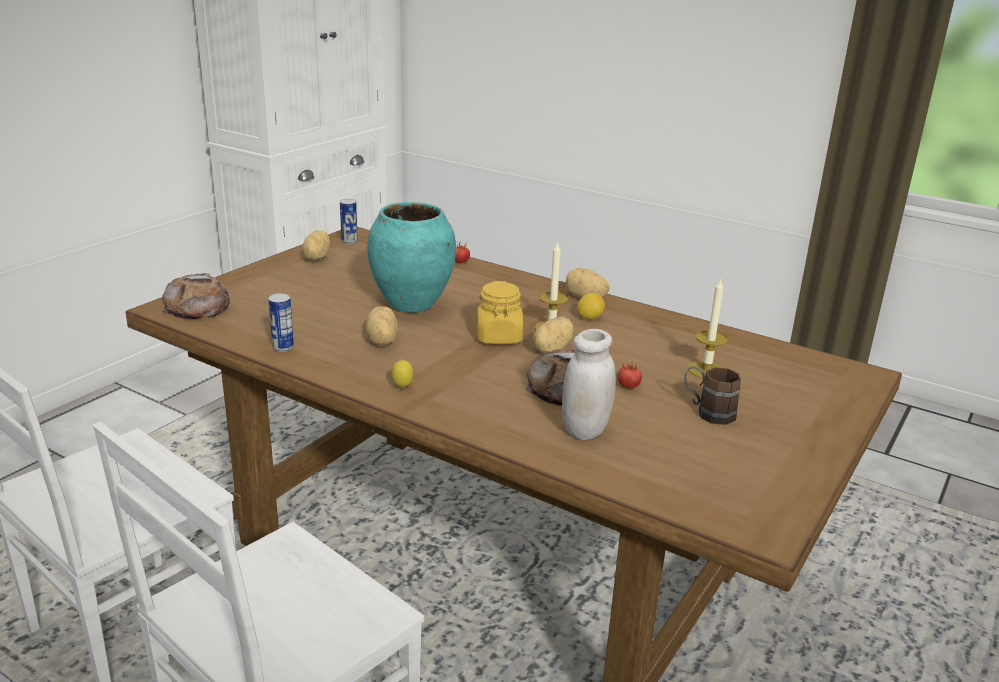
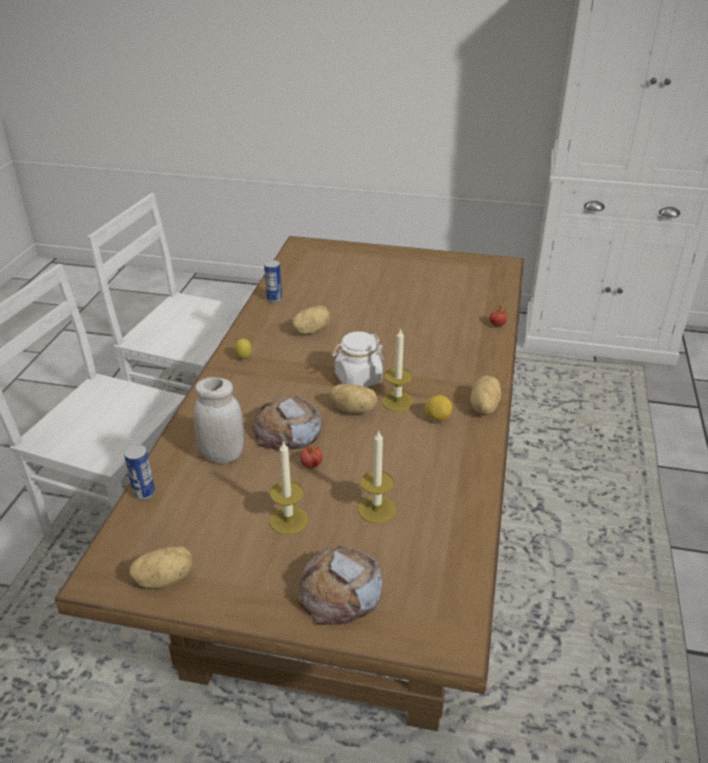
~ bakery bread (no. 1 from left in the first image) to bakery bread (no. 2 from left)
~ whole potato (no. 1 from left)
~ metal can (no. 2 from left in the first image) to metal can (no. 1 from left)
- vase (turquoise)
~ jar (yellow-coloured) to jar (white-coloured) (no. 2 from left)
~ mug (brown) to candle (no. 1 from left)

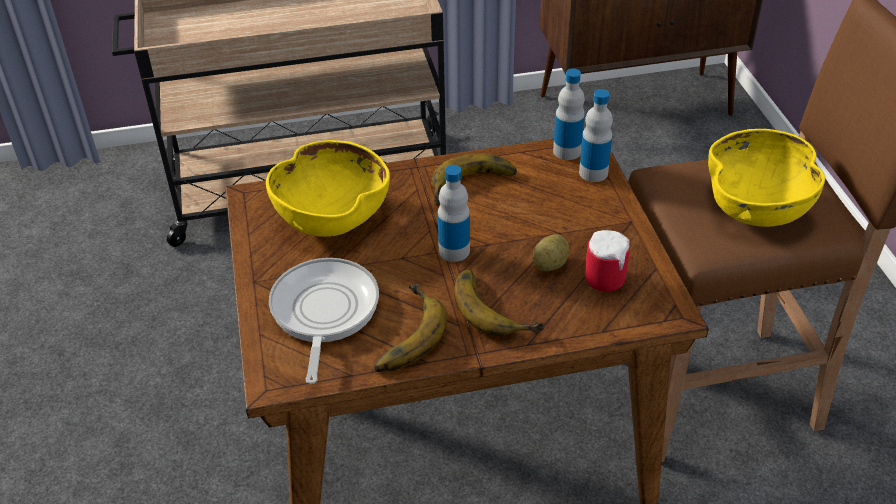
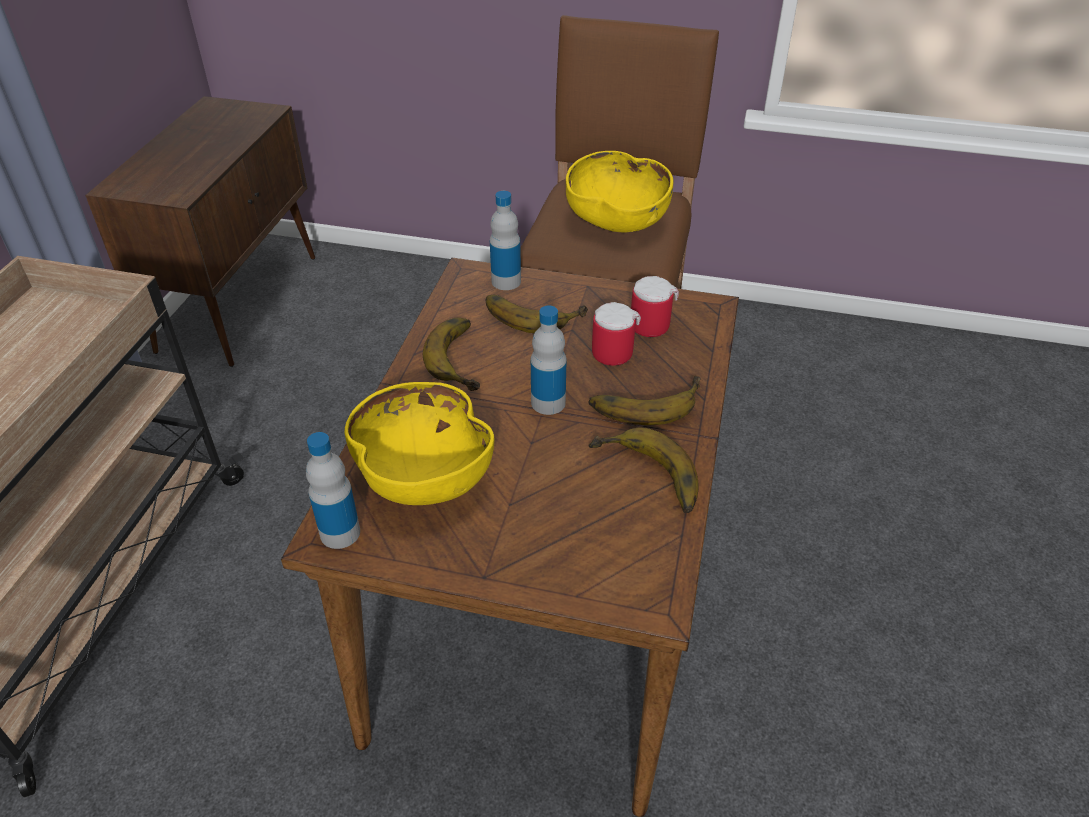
- frying pan
~ whole potato to mug (no. 1 from left)
~ beverage bottle (no. 2 from left in the first image) to beverage bottle (no. 1 from left)
+ banana (no. 2 from left)

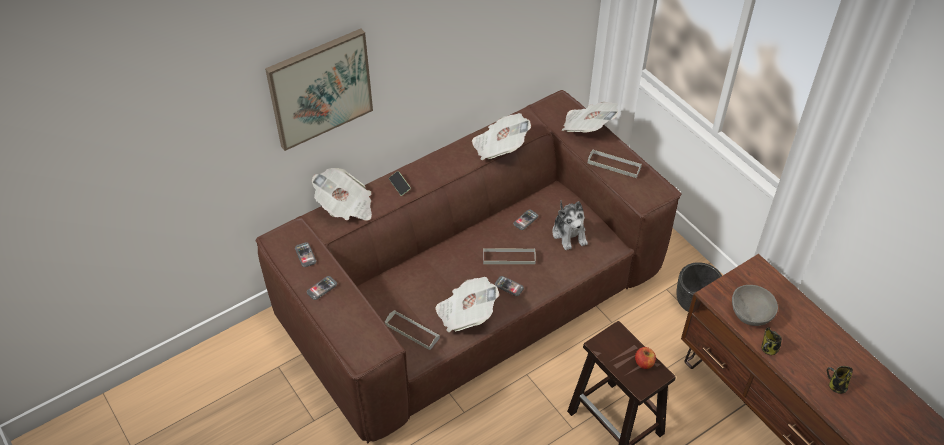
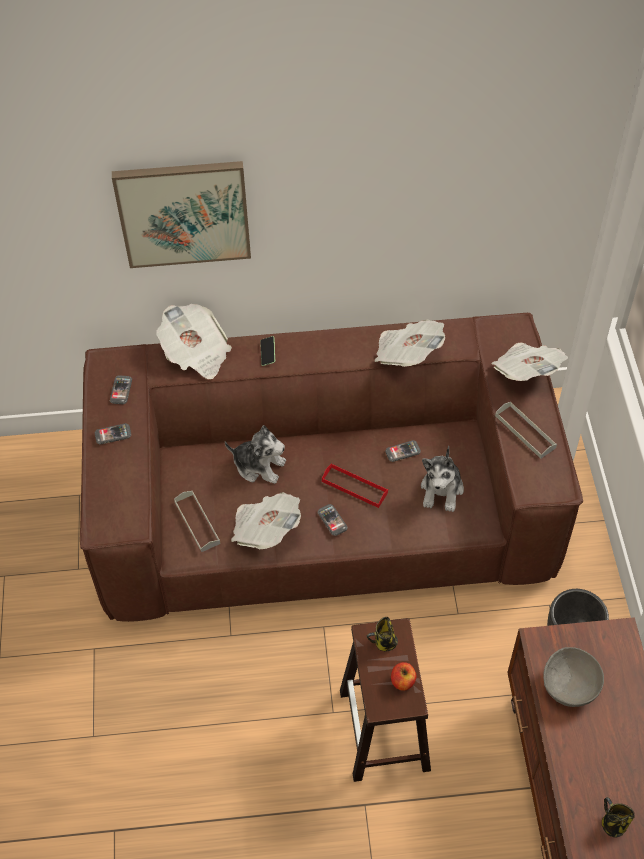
~ carrying tray (grey) (no. 2 from left) to carrying tray (red)
~ mug (no. 1 from left)
+ plush toy (no. 1 from left)

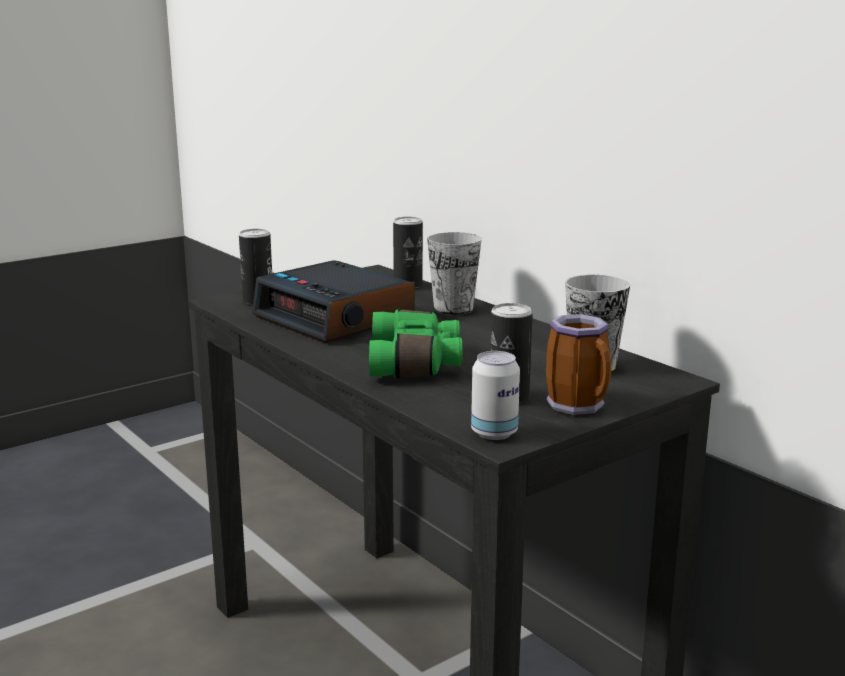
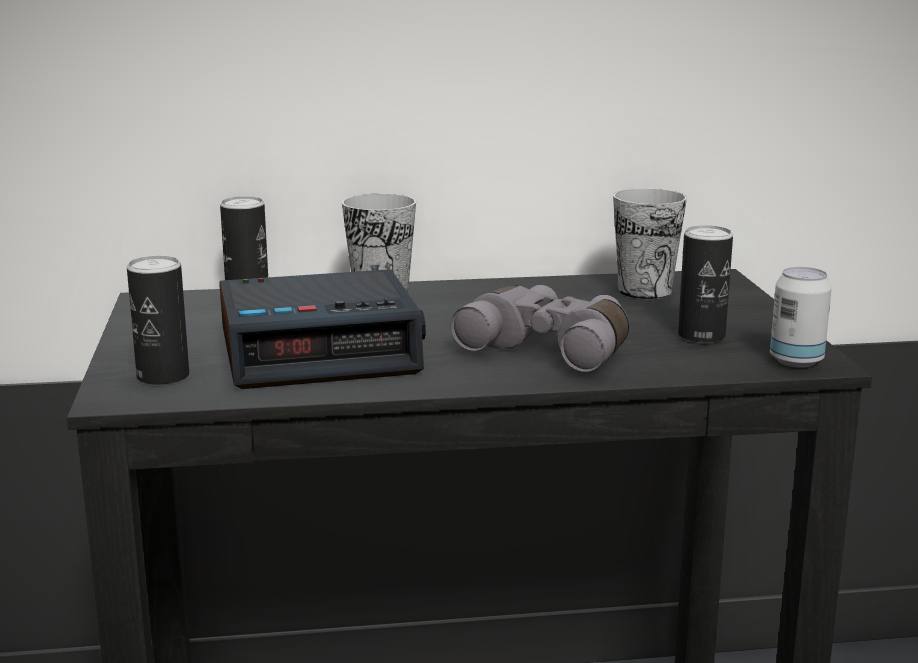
~ field glasses (green) to field glasses (grey)
- mug

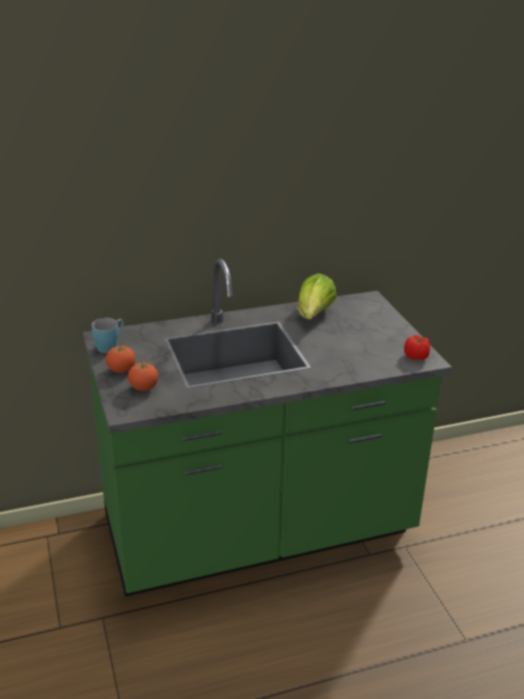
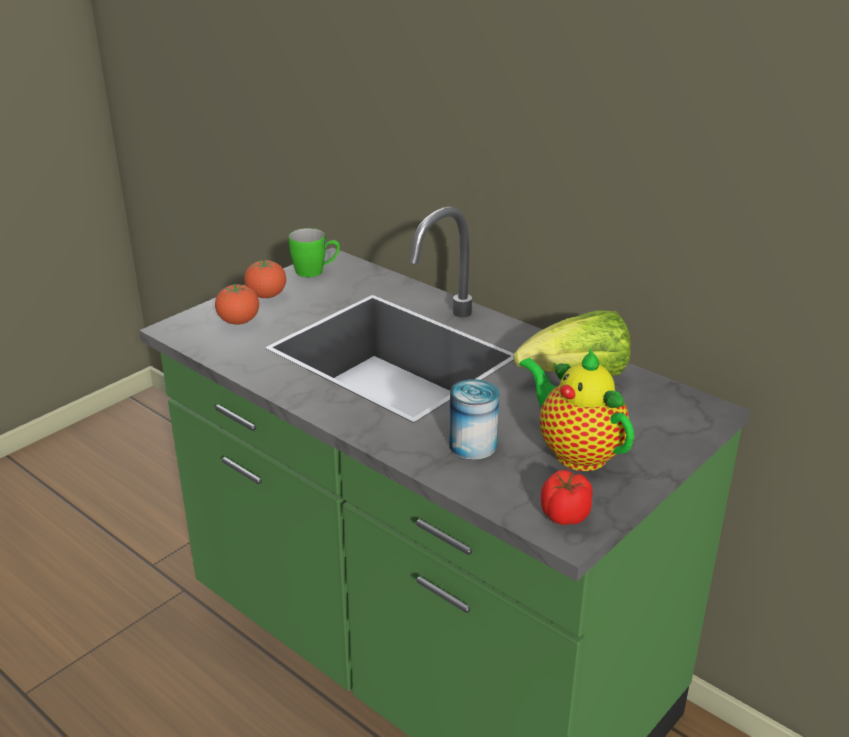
~ mug (bluish) to mug (green)
+ metal can
+ teapot

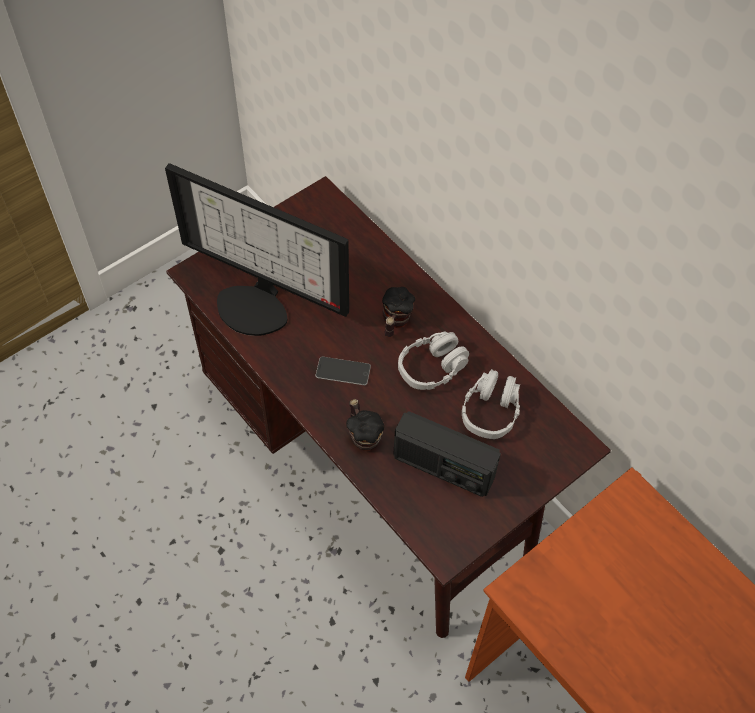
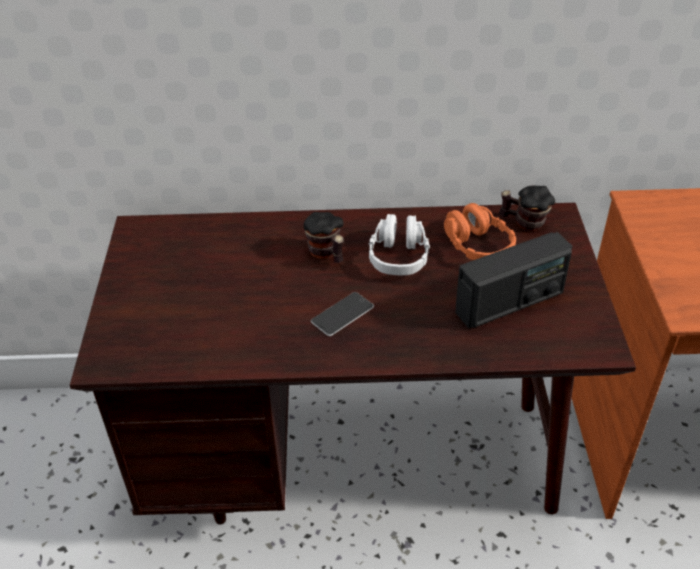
- monitor
~ mug (no. 1 from left in the first image) to mug (no. 2 from left)
~ headphones (grey) (no. 2 from left) to headphones (orangey)

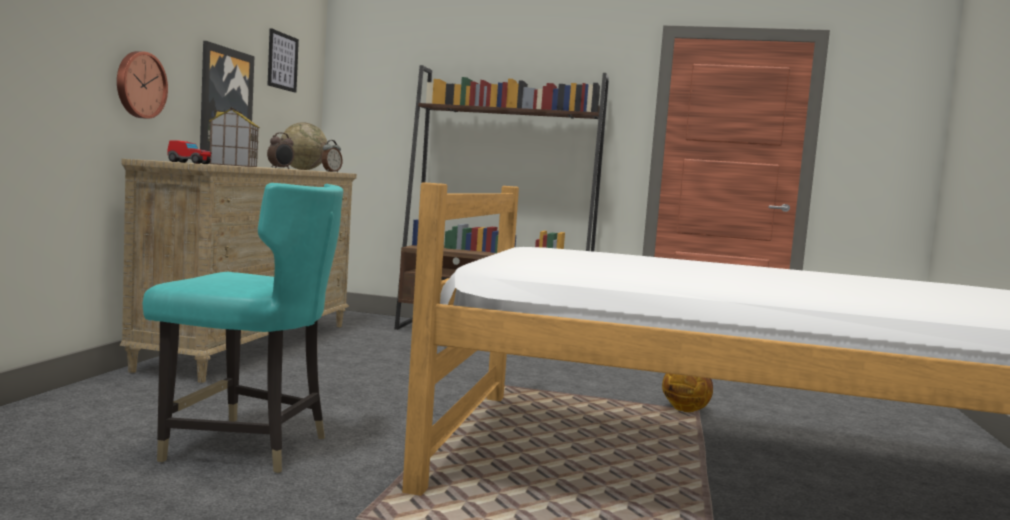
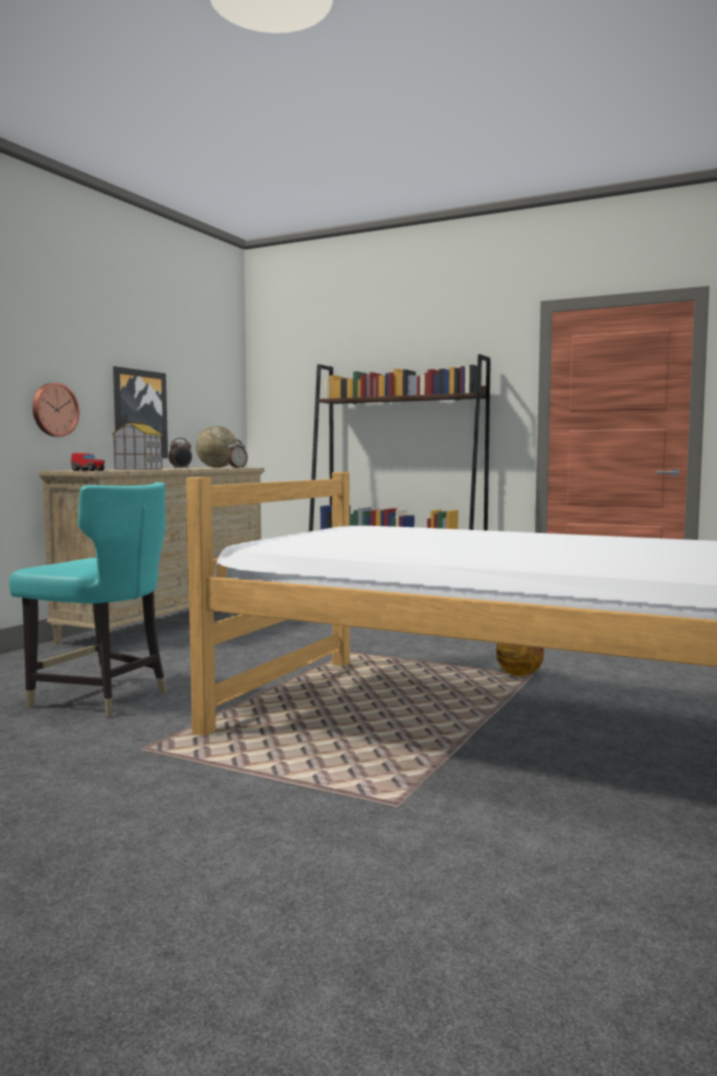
- wall picture (no. 2 from left)

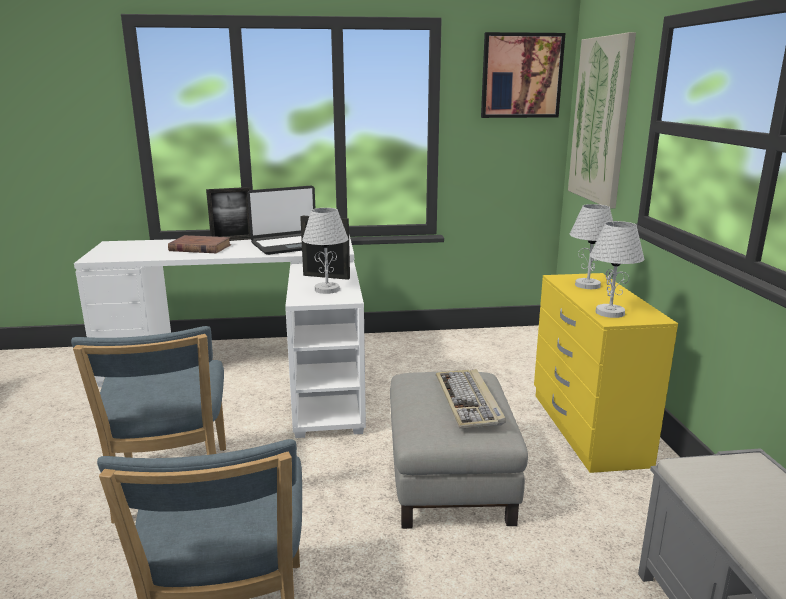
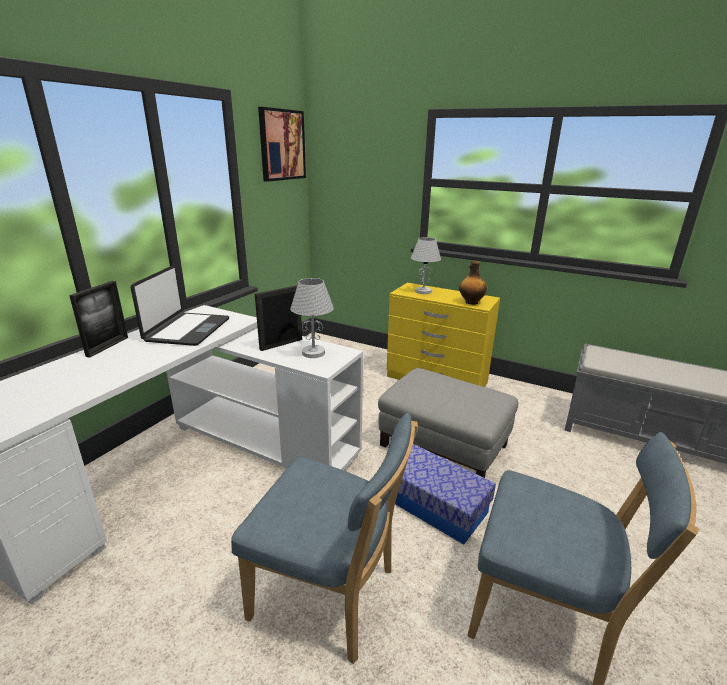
- book (brown)
- keyboard
- wall picture (no. 2 from left)
~ table lamp (white-coloured) (no. 3 from left) to beverage bottle
+ storage bin

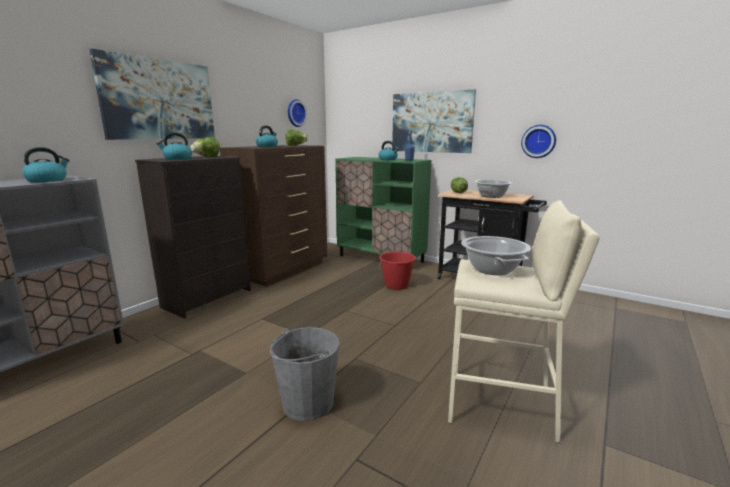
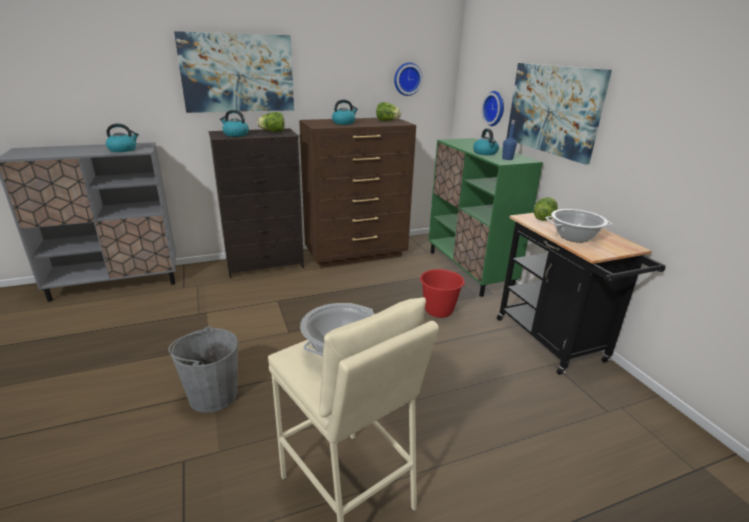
~ hanging clock (no. 2 from left)

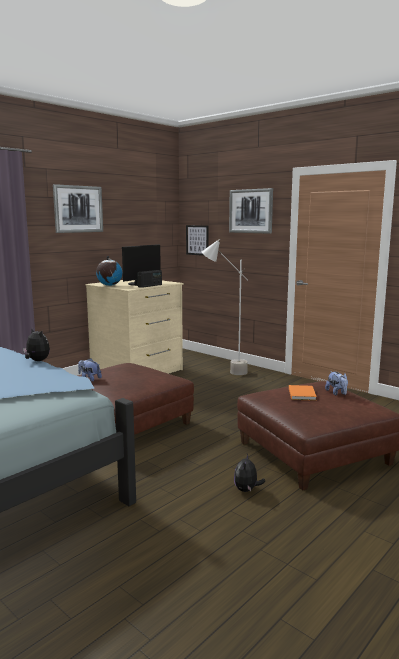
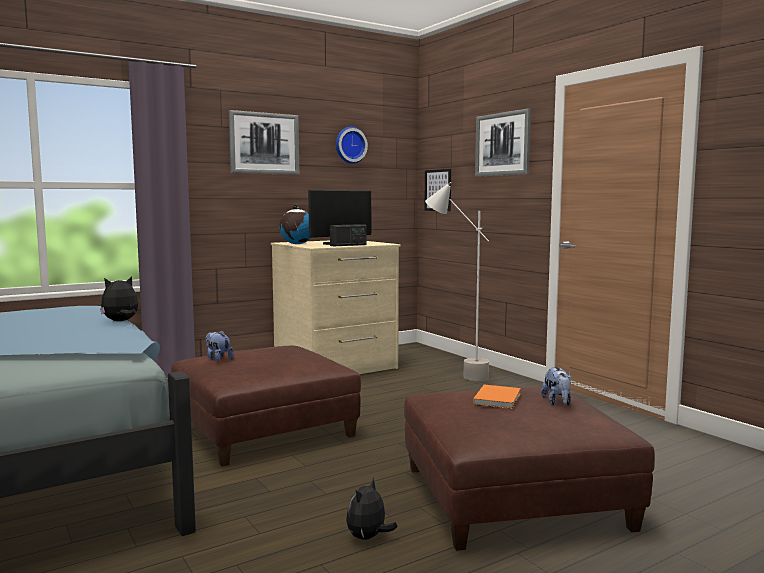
~ plush toy (no. 1 from left) 90 degrees counterclockwise
+ hanging clock

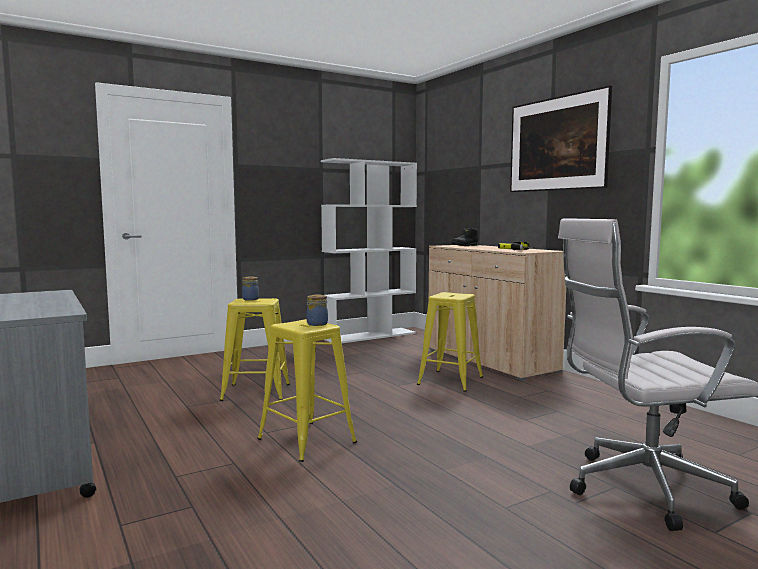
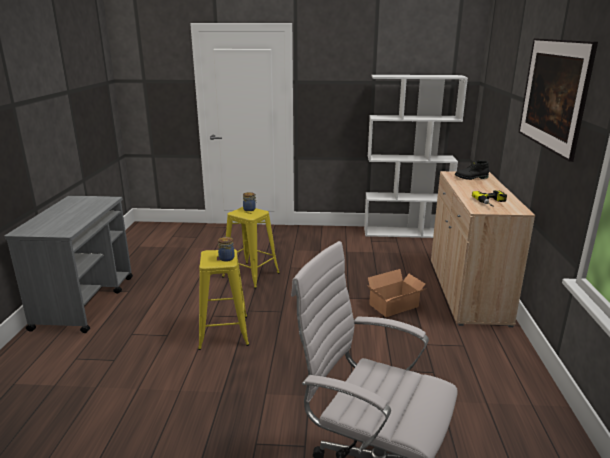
~ stool seat (yellow-coloured) (no. 3 from left) to cardboard box

